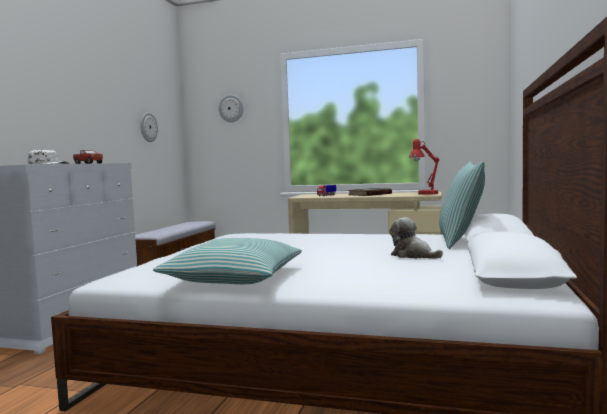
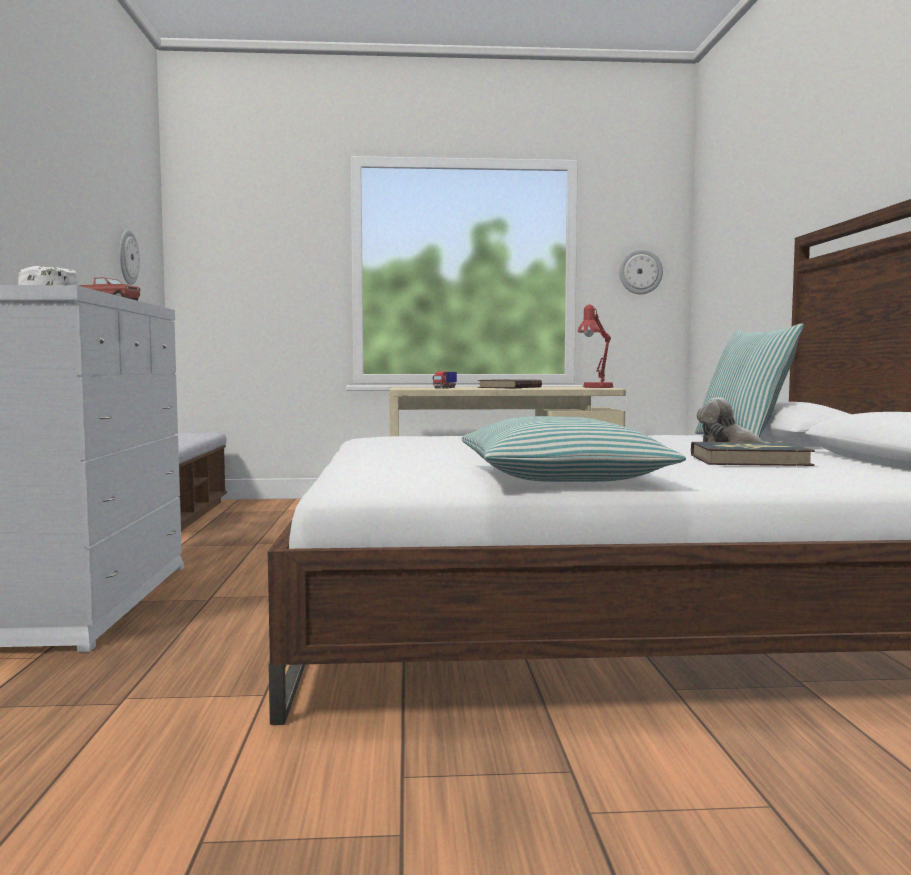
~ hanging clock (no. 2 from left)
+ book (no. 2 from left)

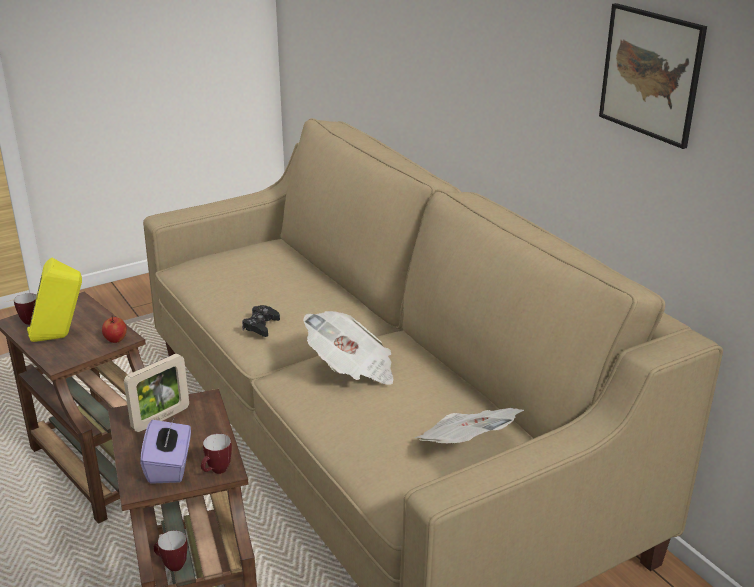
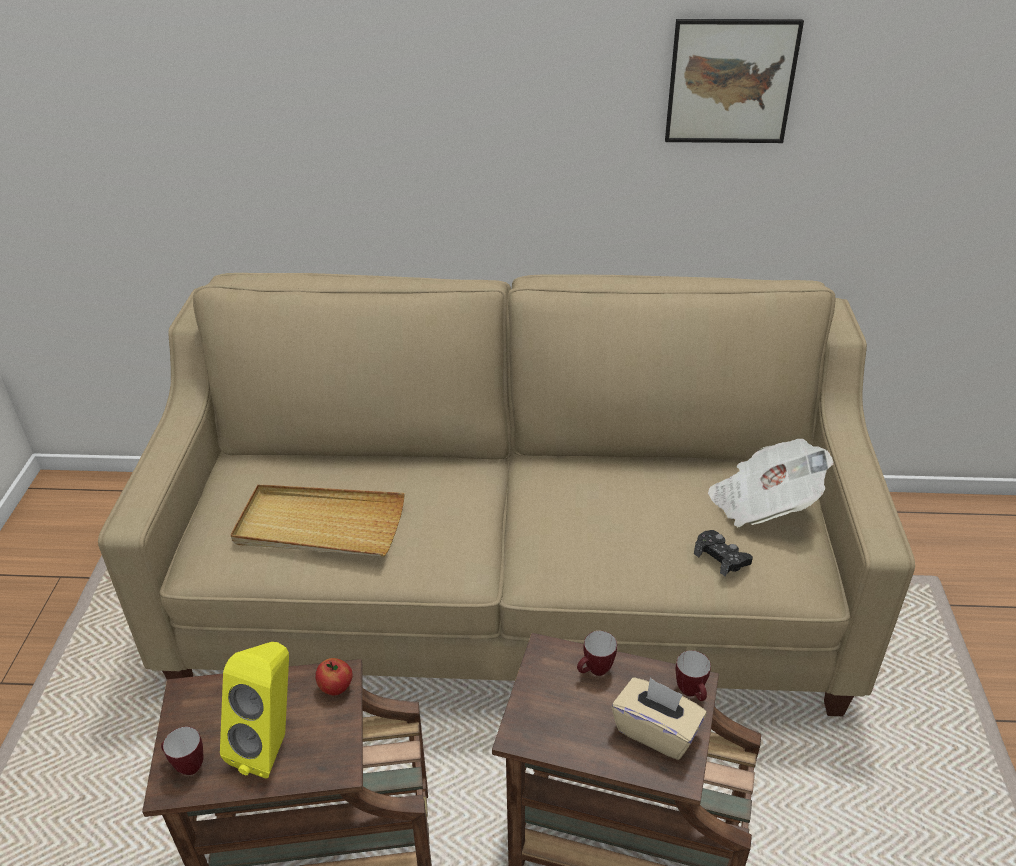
- photo frame
~ tissue box (purple-coloured) to tissue box (beige)
~ mug (no. 2 from left)
~ gamepad (black)
- daily paper (no. 1 from left)
+ carrying tray (beige)

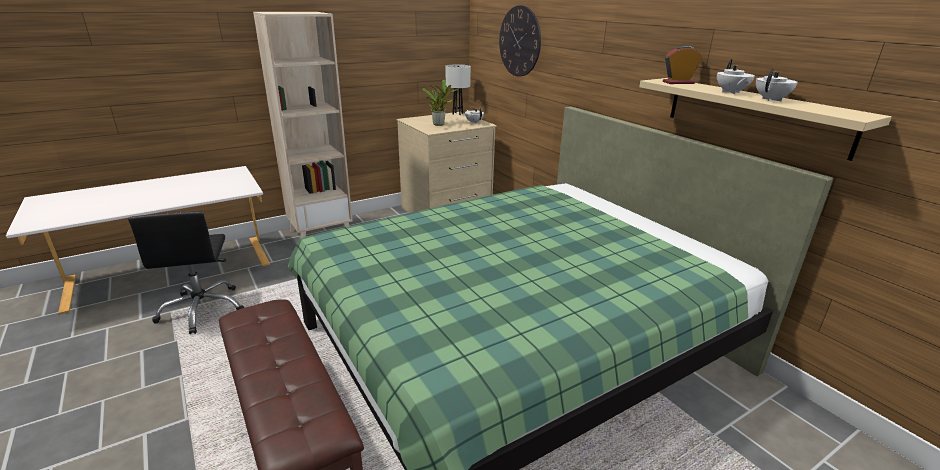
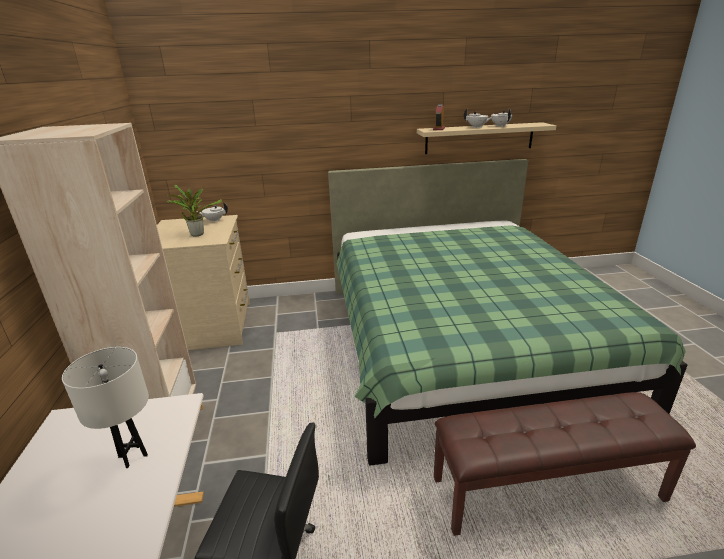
~ table lamp (white-coloured)
- hanging clock

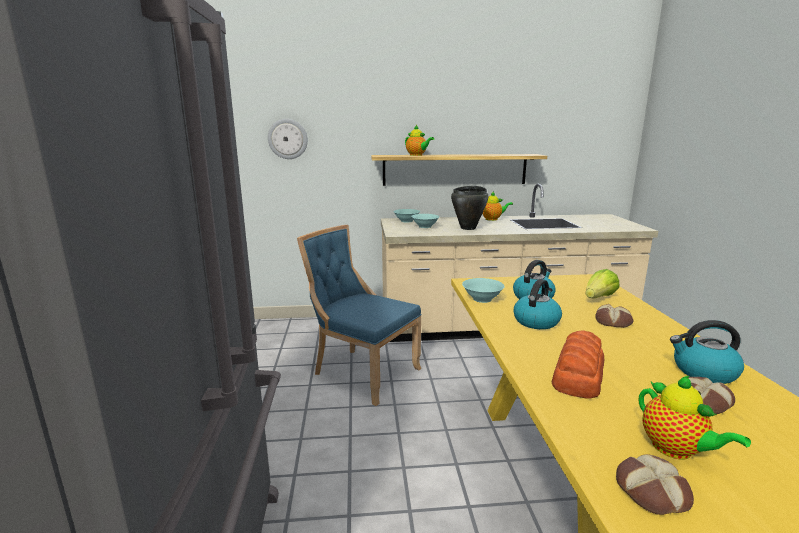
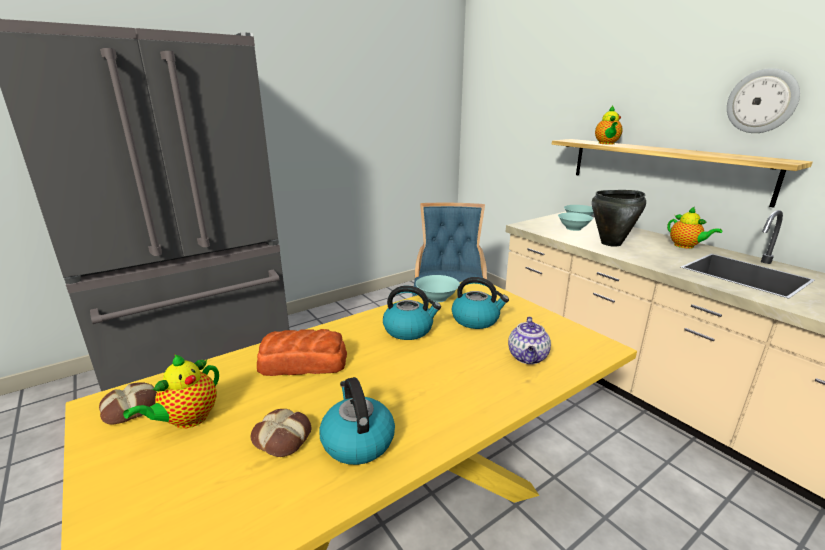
~ hanging clock
~ lettuce head to teapot (no. 2 from left)
- bakery bread (no. 2 from left)

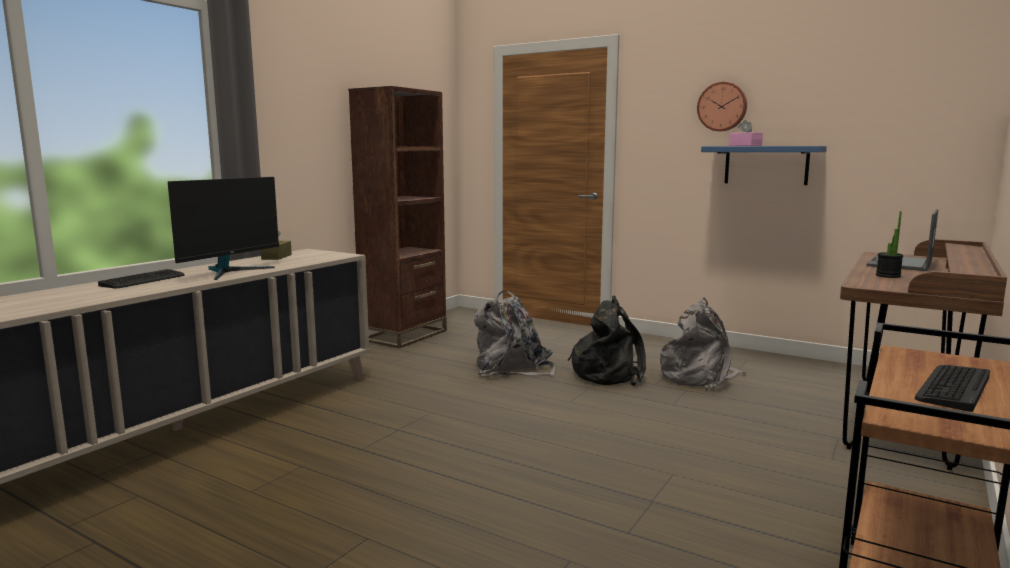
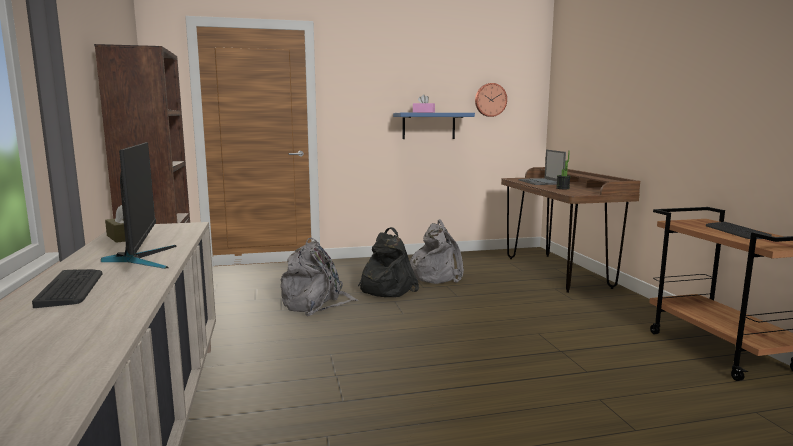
~ hanging clock

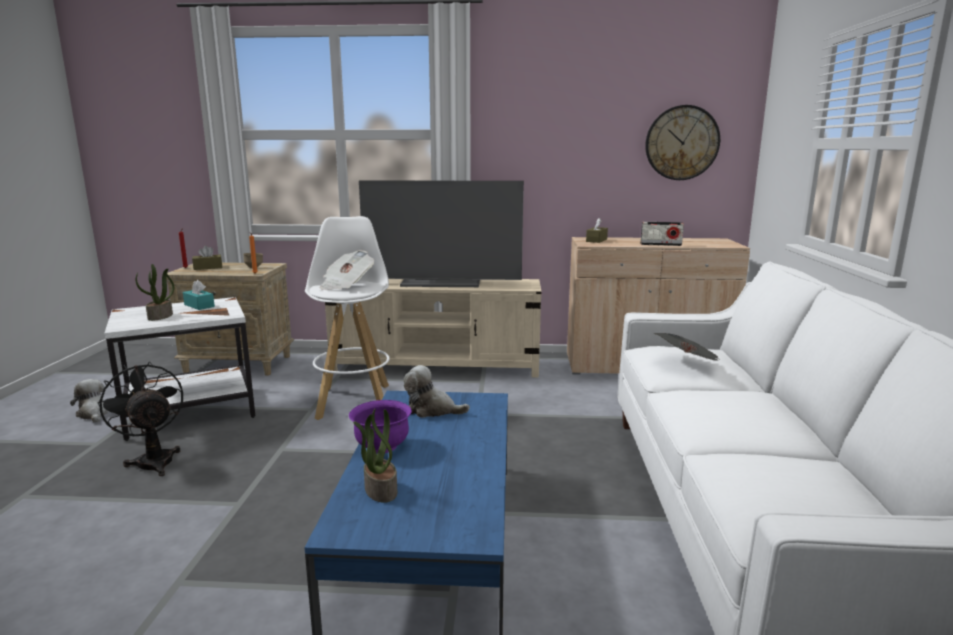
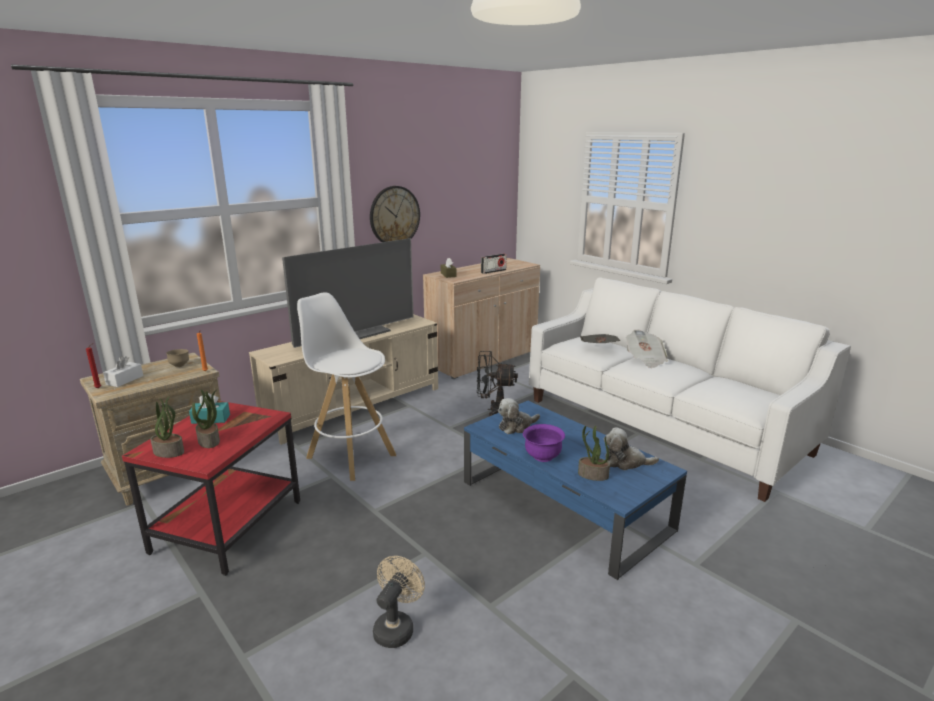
~ plush toy (no. 1 from left in the first image) to plush toy (no. 2 from left)
~ fan (black)
~ accent table (white-coloured) to accent table (red)
~ tissue box (brown) (no. 1 from left) to tissue box (white-coloured)
~ daily paper (no. 1 from left in the first image) to daily paper (no. 2 from left)
~ hanging clock
+ potted plant (no. 1 from left)
+ fan (beige)

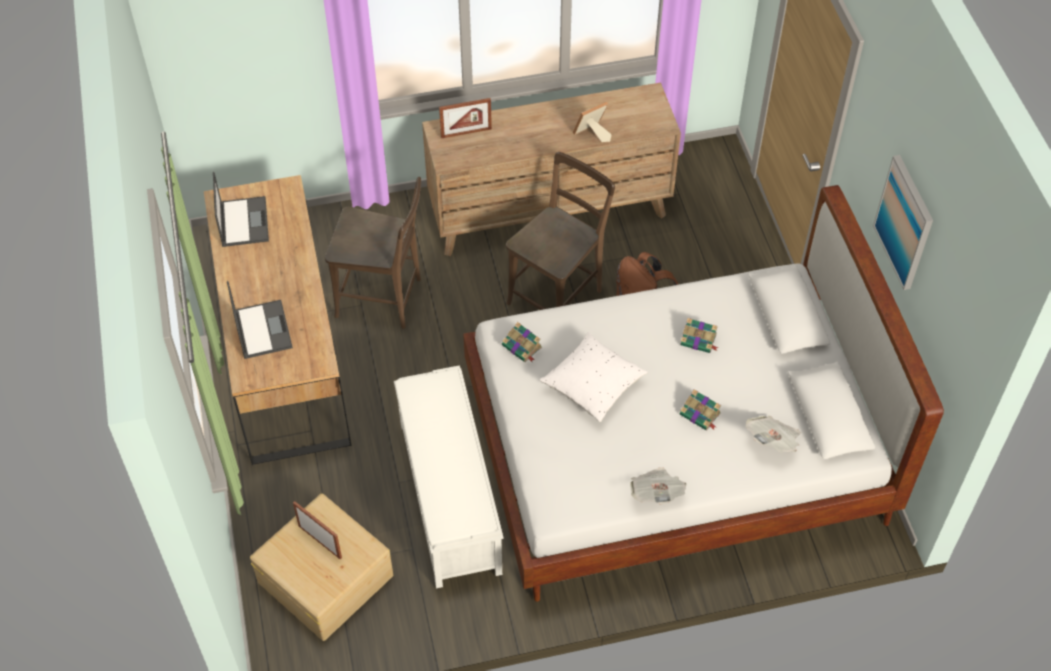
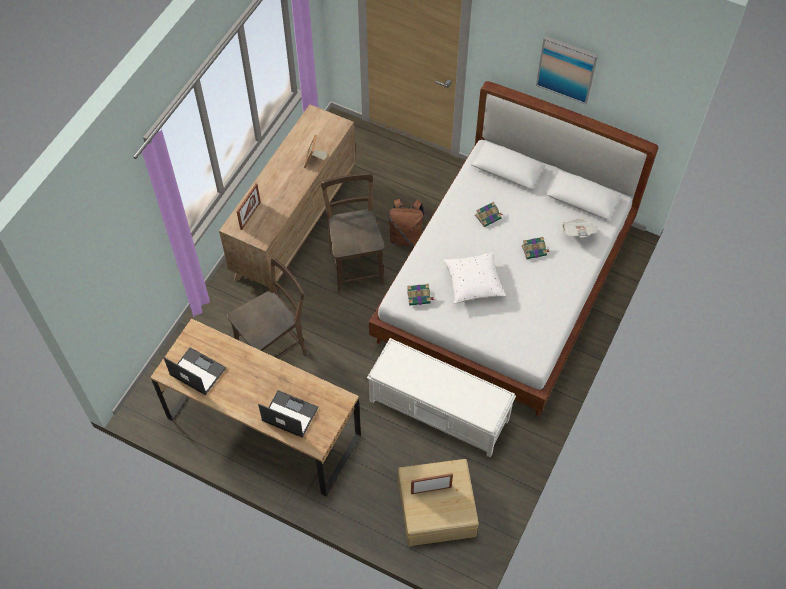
- daily paper (no. 1 from left)

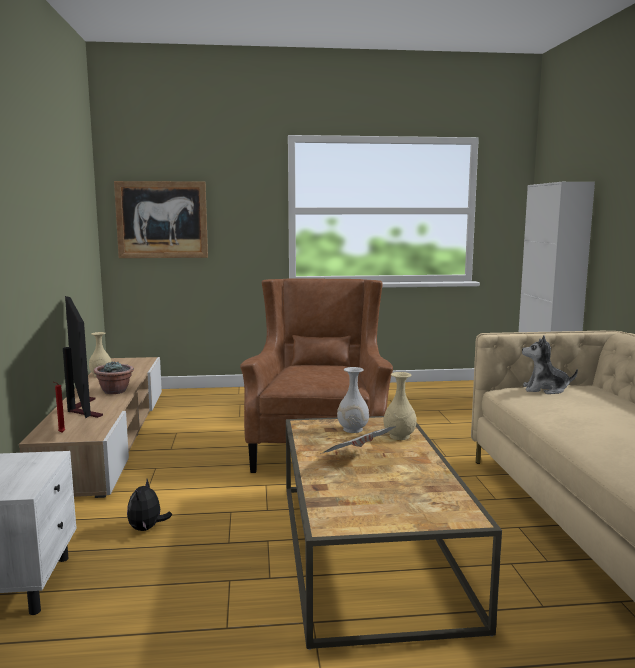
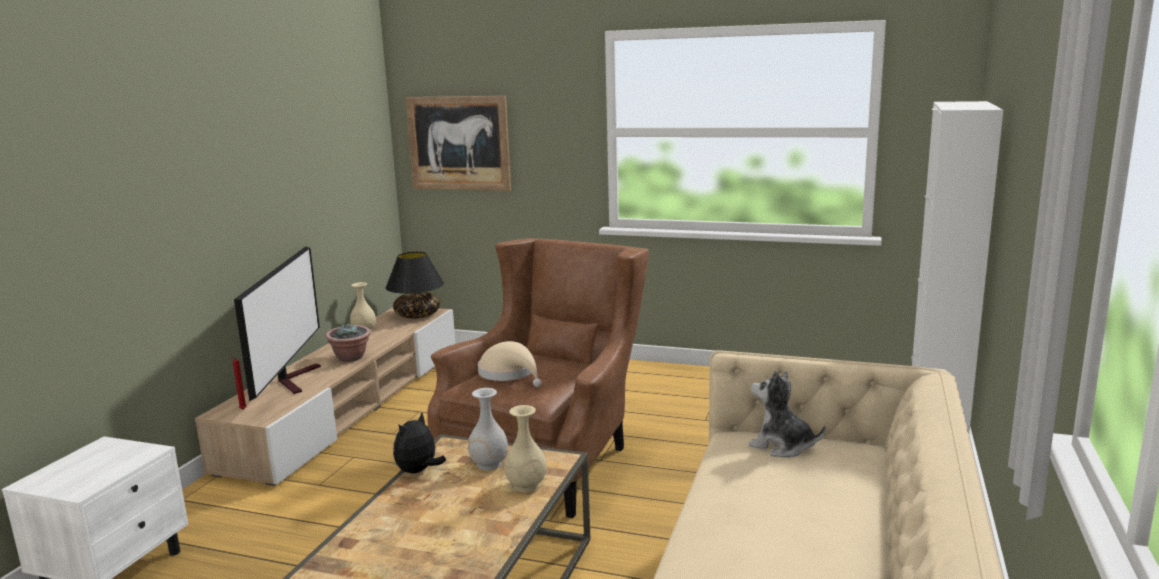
~ plush toy (no. 1 from left)
- daily paper
+ table lamp (black)
+ wearable hat (beige)

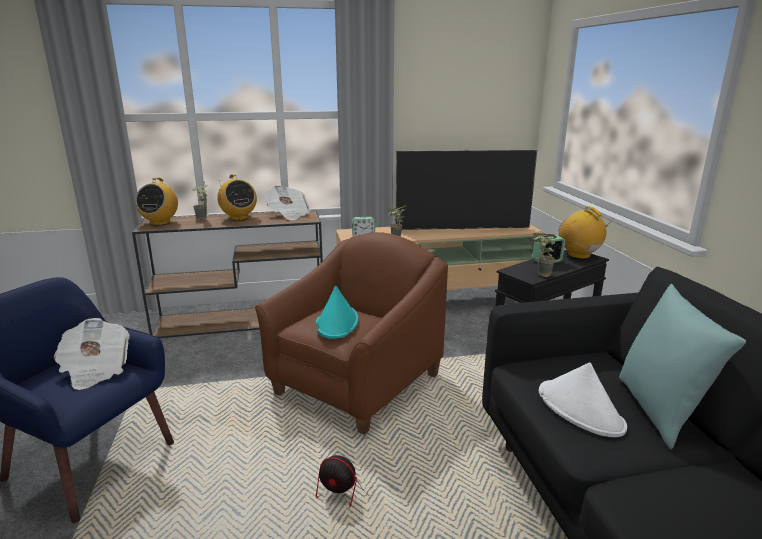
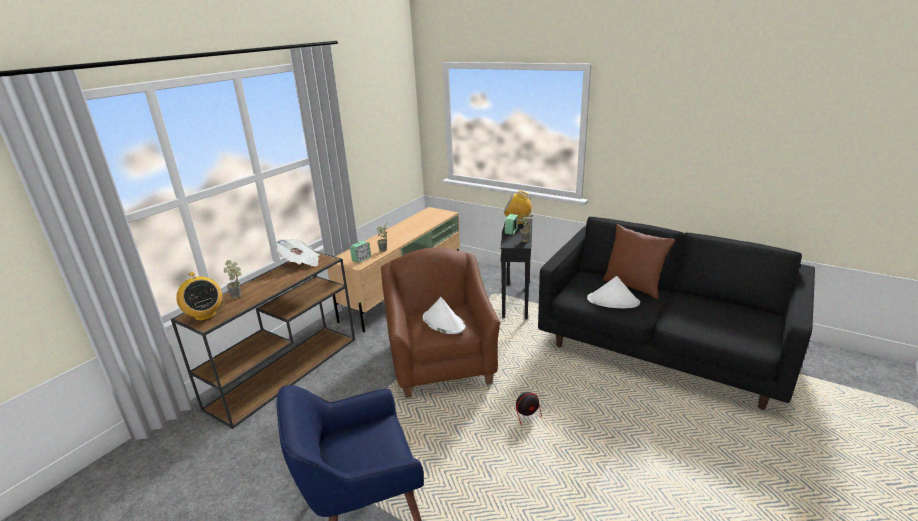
- daily paper (no. 1 from left)
- radio set (no. 2 from left)
~ wearable hat (turquoise) to wearable hat (white-coloured) (no. 1 from left)
- TV set
~ throw pillow (turquoise) to throw pillow (brown)

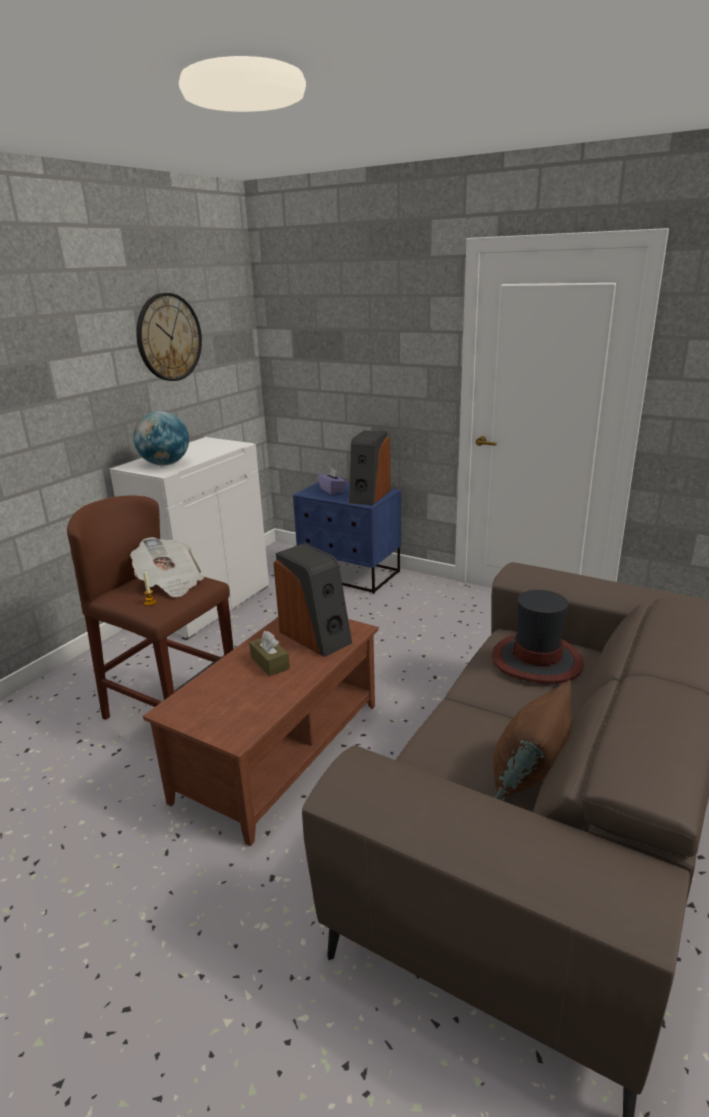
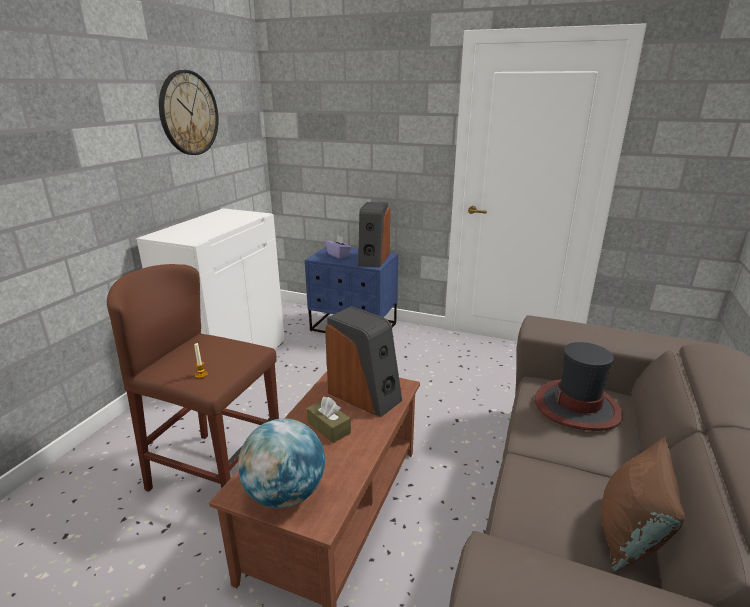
- daily paper
~ globe

